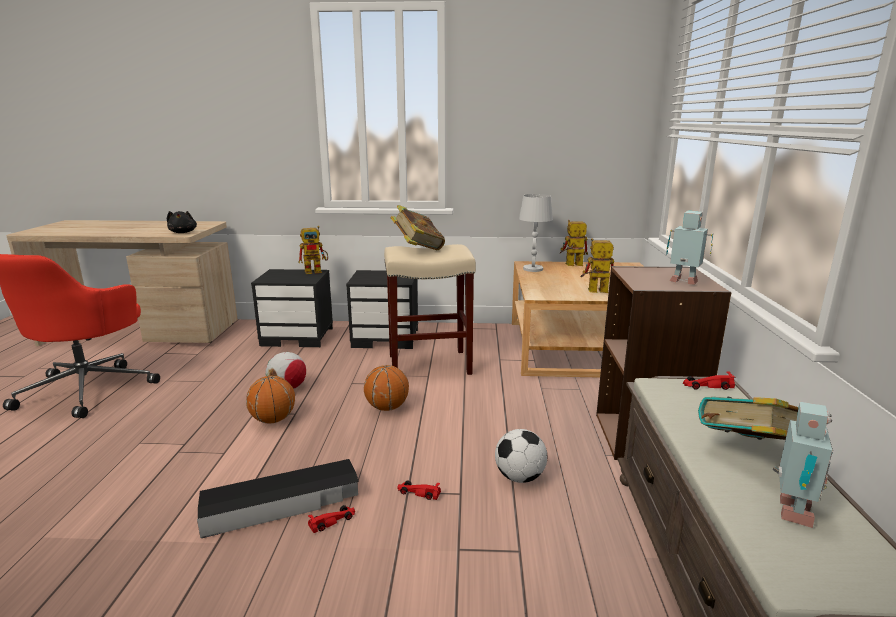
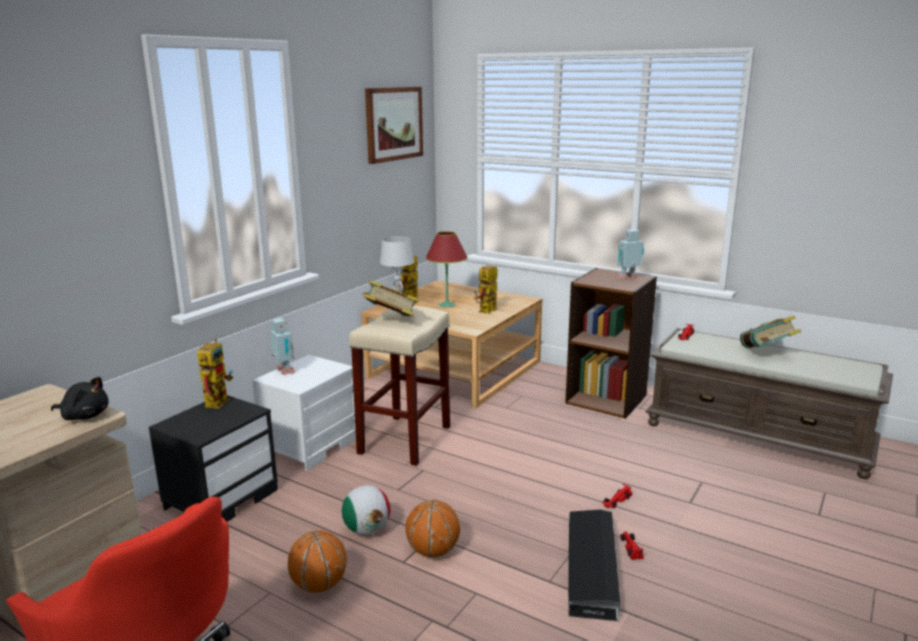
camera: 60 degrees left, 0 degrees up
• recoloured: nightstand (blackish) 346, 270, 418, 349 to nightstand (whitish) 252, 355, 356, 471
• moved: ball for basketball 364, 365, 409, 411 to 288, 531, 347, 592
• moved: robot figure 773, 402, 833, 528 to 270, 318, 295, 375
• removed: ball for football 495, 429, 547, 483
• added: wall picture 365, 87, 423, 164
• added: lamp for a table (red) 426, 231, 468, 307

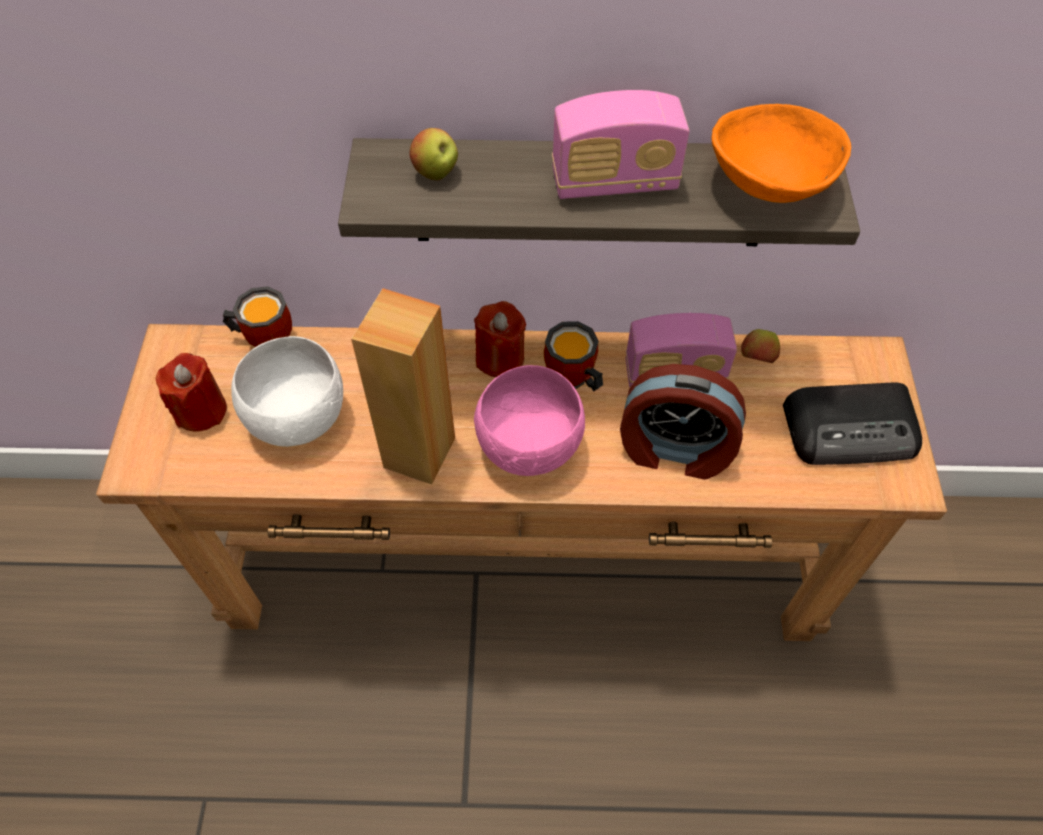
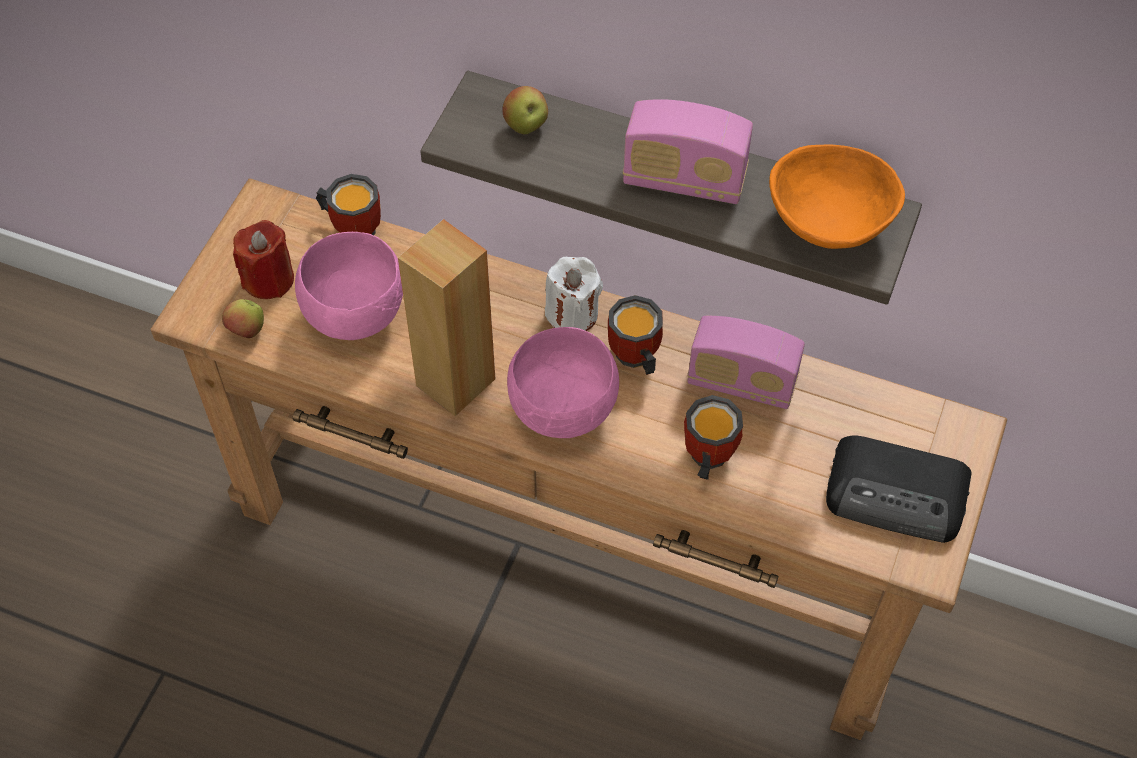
camera: 20 degrees right, 0 degrees up
• recoloured: candle (red) 474, 301, 526, 377 to candle (whitish) 545, 257, 603, 331
• moved: apple 741, 329, 780, 363 to 222, 299, 264, 338
• recoloured: serving bowl (whitish) 231, 336, 343, 447 to serving bowl (pink-coloured) 295, 232, 403, 340
• replaced: alarm clock 620, 364, 746, 480 to coffee mug 684, 395, 743, 480

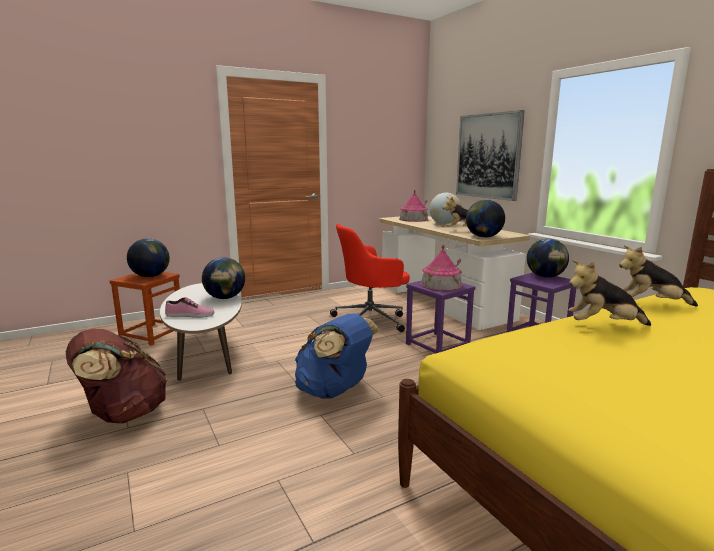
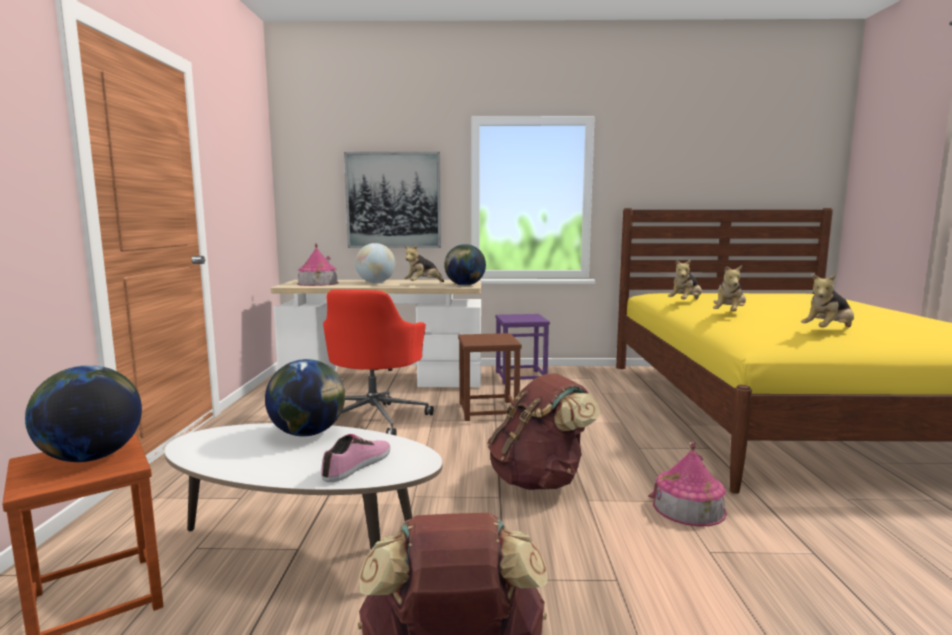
camera: 60 degrees left, 5 degrees down
• removed: world globe 527, 239, 569, 278
• moved: miniature house 420, 245, 462, 291 to 648, 442, 727, 526
• recoloured: stool (purple-coloured) 406, 280, 475, 353 to stool (brown) 458, 333, 522, 421
• recoloured: backpack (blue-coloured) 295, 314, 380, 398 to backpack (brown) 487, 373, 600, 490
• added: cuddly toy 801, 274, 854, 328

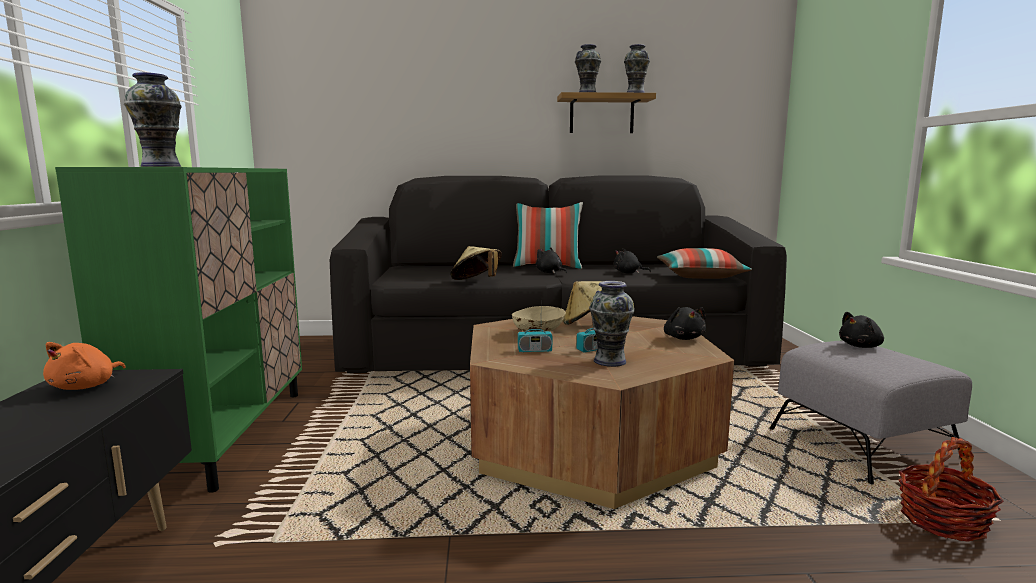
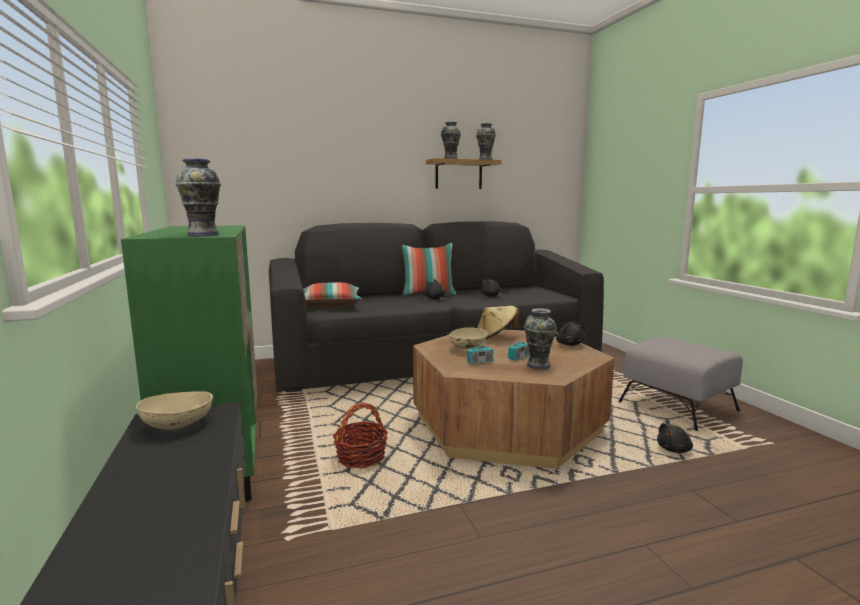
camera: 15 degrees left, 0 degrees up
• removed: wearable hat (beige-coloured) 450, 246, 502, 280
• moved: pillow 657, 248, 752, 279 to 303, 282, 362, 307
• moved: cuddly toy (blackish) 839, 312, 884, 348 to 657, 423, 693, 453
• replaced: cuddly toy (orangey) 43, 342, 125, 390 to serving bowl (beige-coloured) 136, 391, 214, 429
• moved: storage basket 898, 437, 1004, 542 to 332, 403, 388, 468

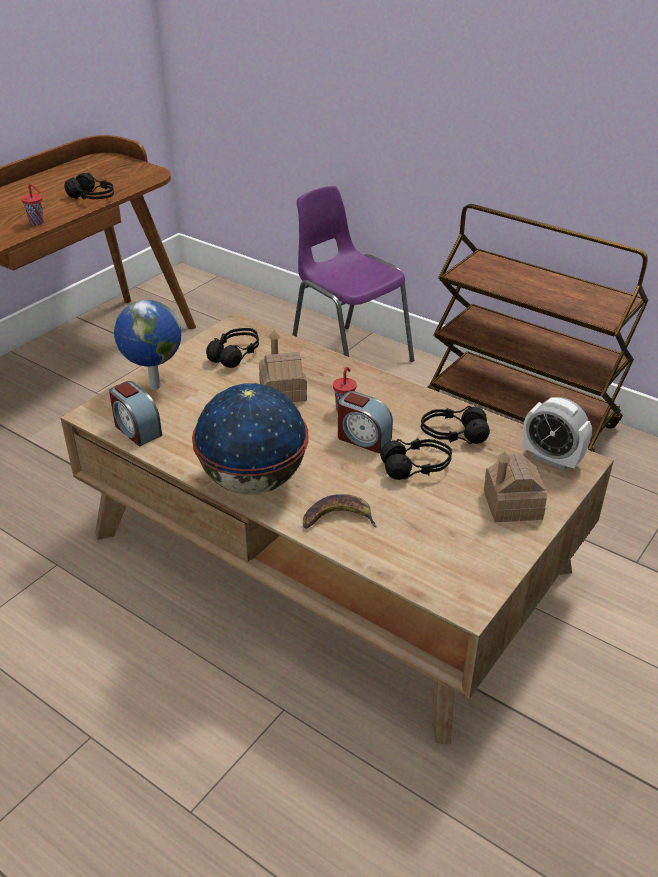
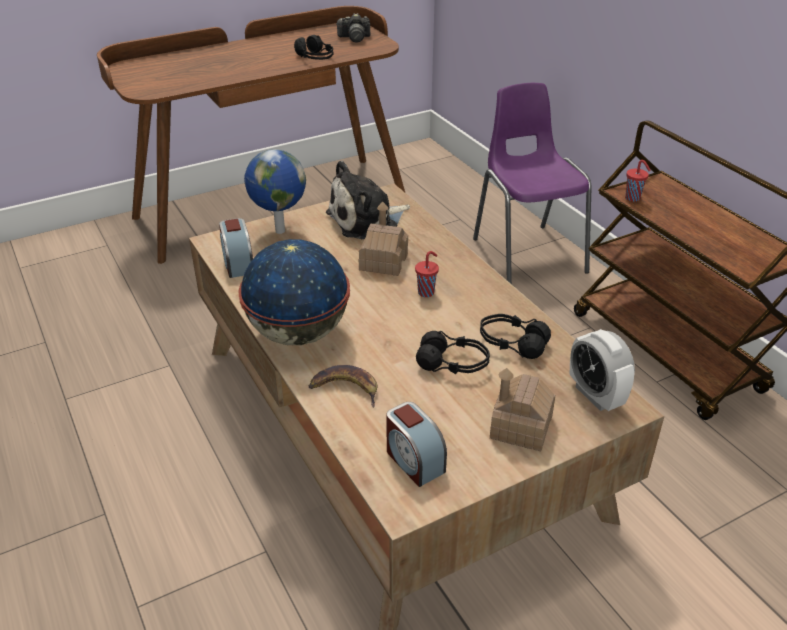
camera: 25 degrees right, 0 degrees up
• moved: cup (red) 21, 184, 44, 226 to 625, 160, 651, 202
• replaced: headset (blackish) 206, 328, 259, 368 to cuddly toy 326, 160, 410, 239
• moved: alarm clock 338, 391, 393, 454 to 386, 402, 447, 487
• added: photo camera 336, 13, 370, 43

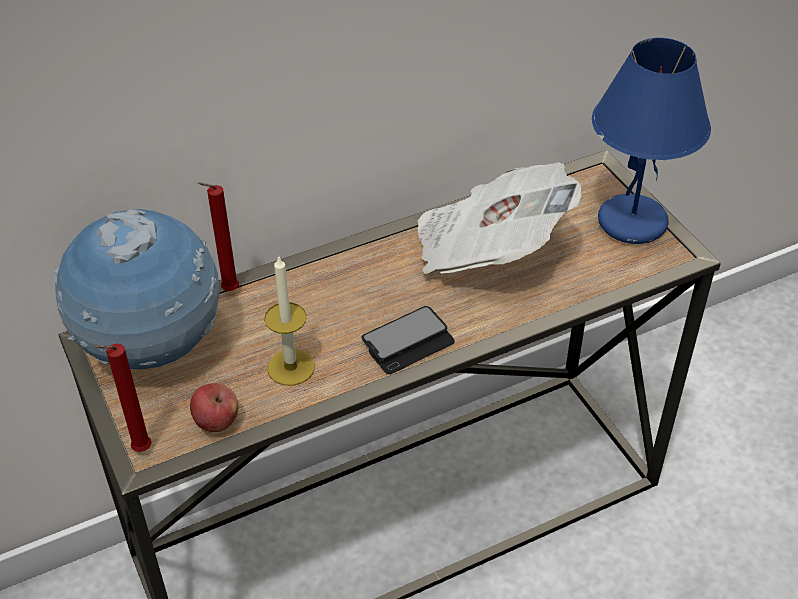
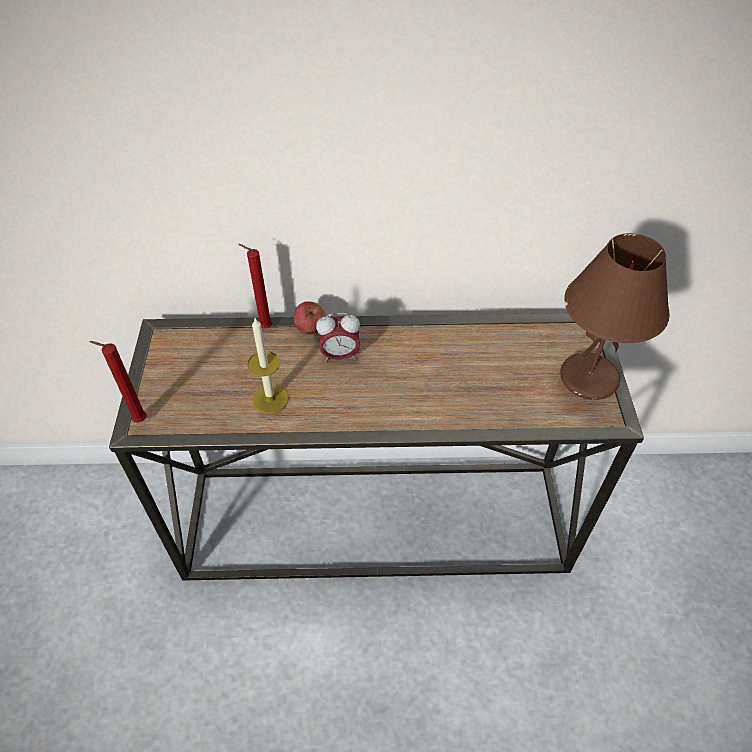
camera: 25 degrees right, 5 degrees up
• recoloured: lamp for a table (blue-coloured) 592, 37, 711, 244 to lamp for a table (brown) 560, 233, 670, 400
• removed: daily paper 418, 162, 581, 274
• removed: world globe 54, 209, 220, 370
• removed: handset 362, 306, 455, 374
• moved: apple 190, 383, 238, 432 to 294, 301, 326, 334
• added: alarm clock 316, 313, 360, 362

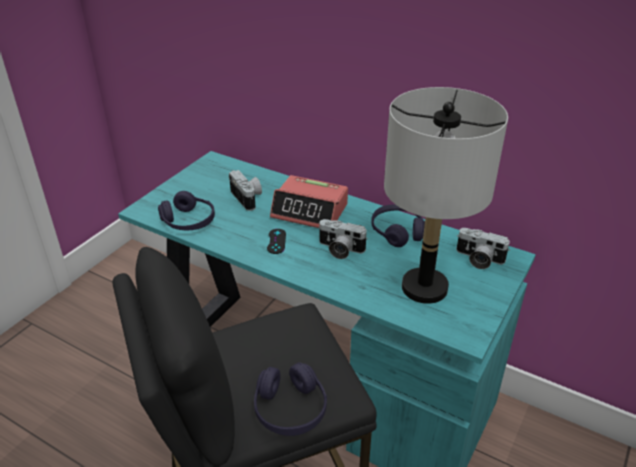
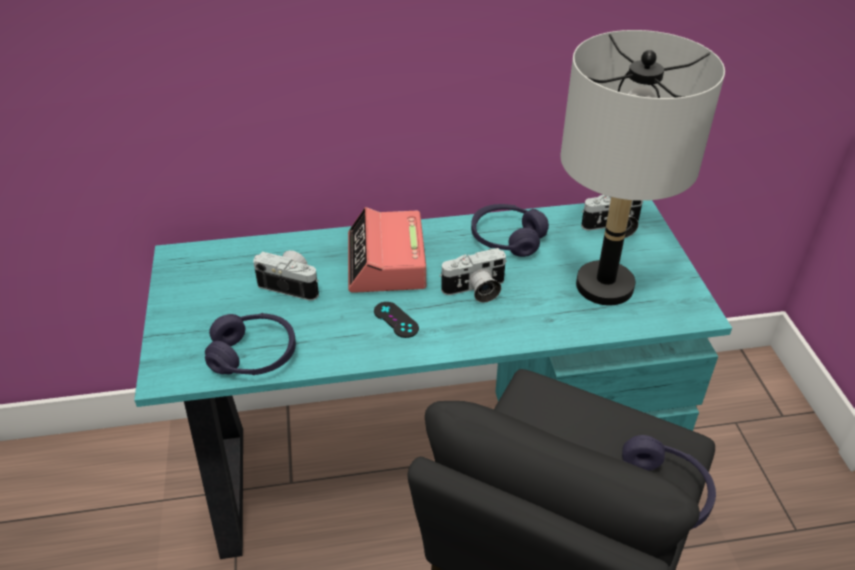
camera: 40 degrees left, 5 degrees up
• turned: alarm clock 270, 175, 348, 228 = 348, 207, 426, 293 105 degrees clockwise

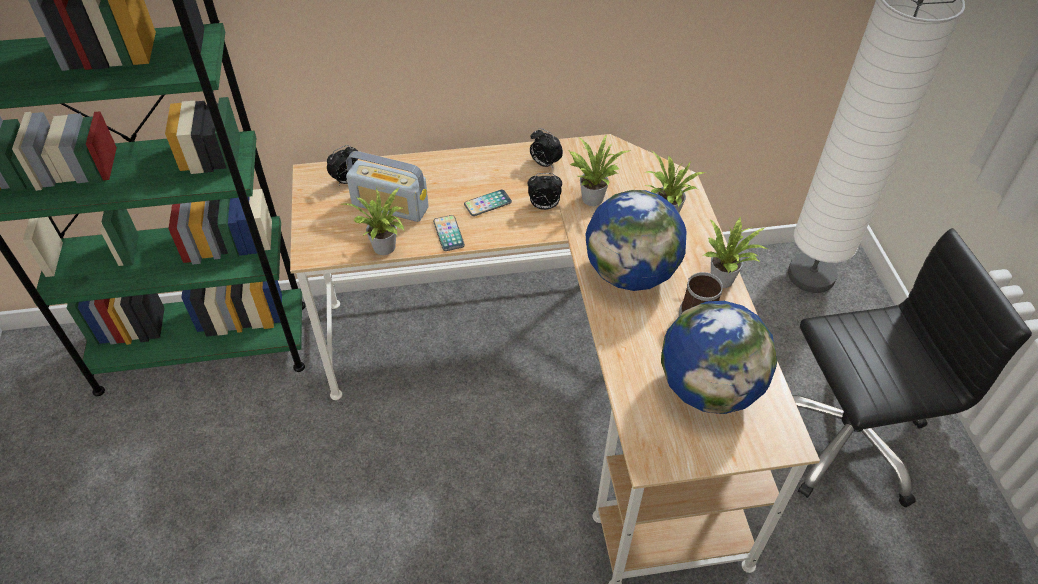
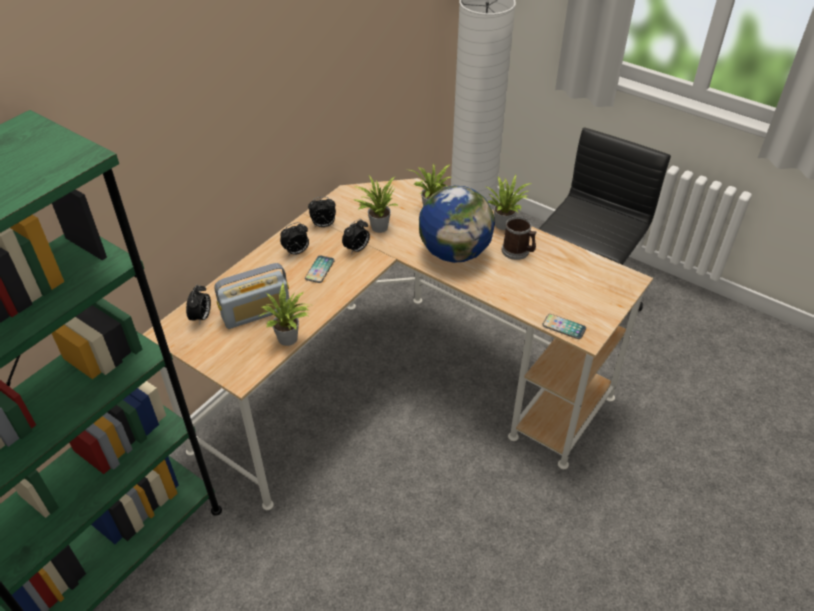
camera: 45 degrees left, 5 degrees down
• moved: handset 433, 215, 465, 251 to 542, 314, 586, 339
• removed: world globe 661, 301, 777, 414
• added: alarm clock 280, 222, 309, 255

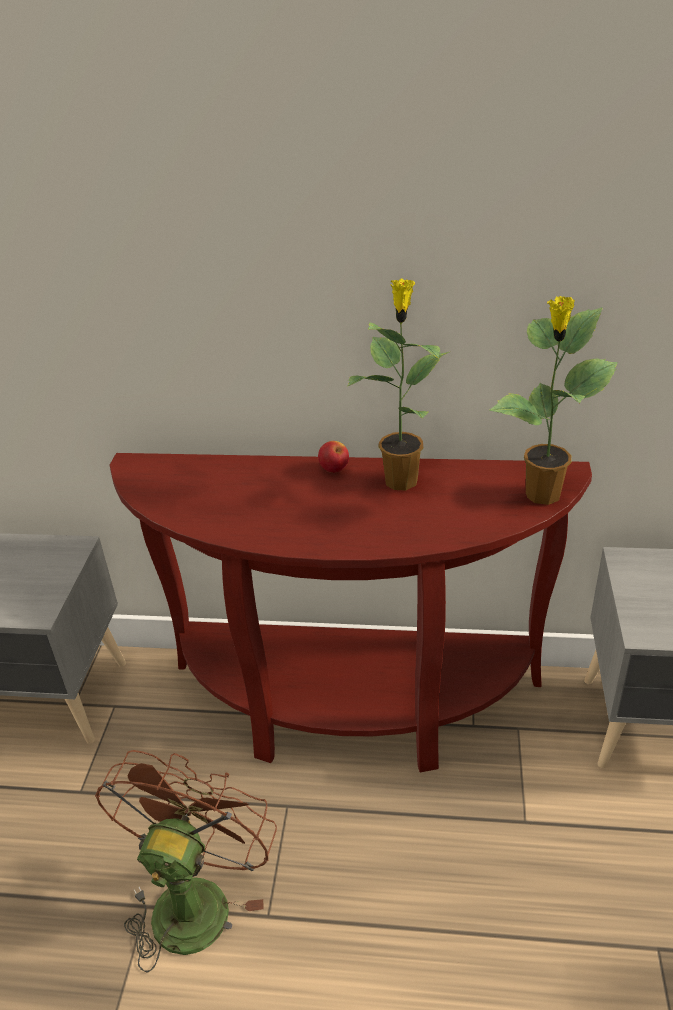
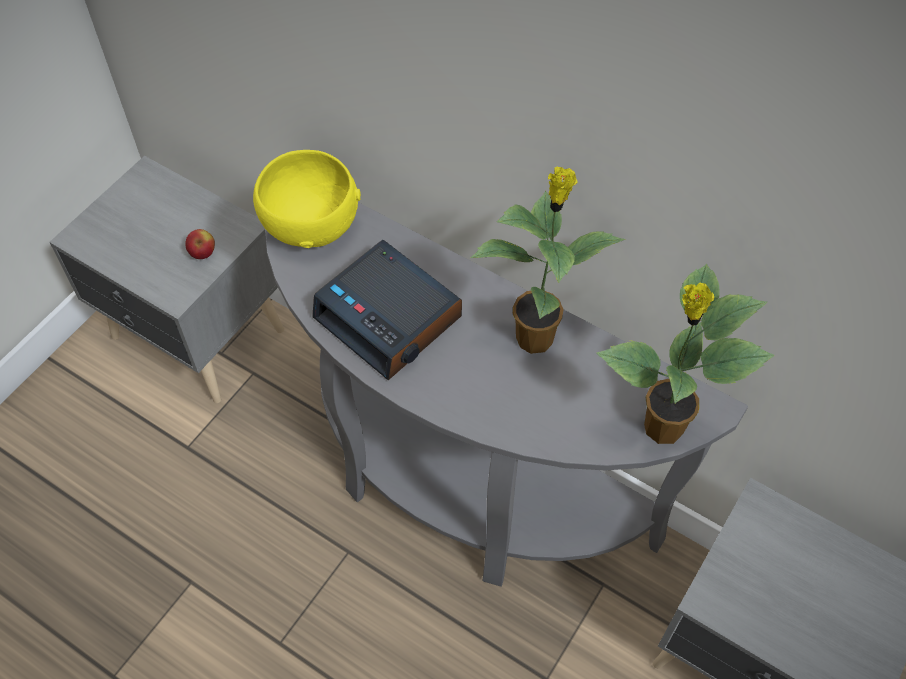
camera: 25 degrees right, 20 degrees up
• moved: apple 318, 441, 349, 473 to 185, 229, 215, 259
• recoloured: hall table (brown) 110, 453, 592, 772 to hall table (greyish) 265, 202, 748, 587
• removed: cooling fan (brown) 95, 750, 277, 973
• added: serving bowl (yellow-coloured) 253, 150, 361, 248
• added: alarm clock 312, 240, 462, 380

